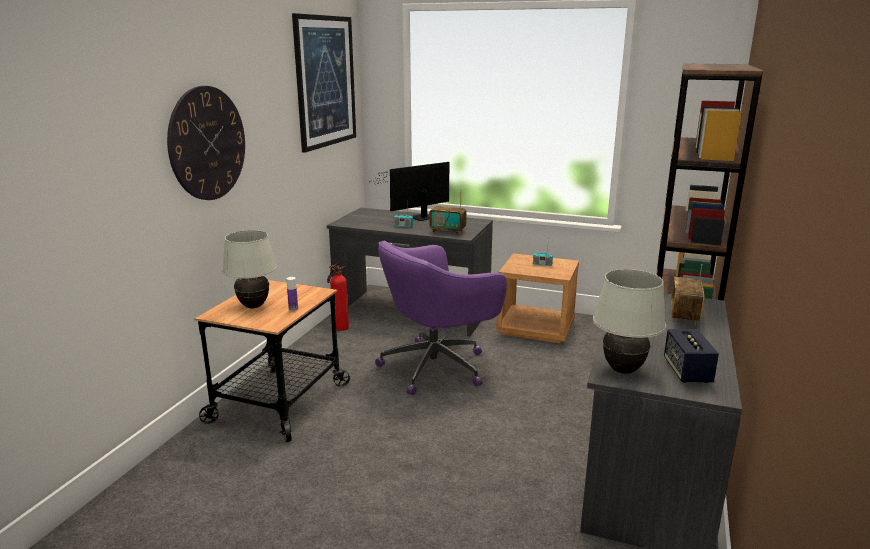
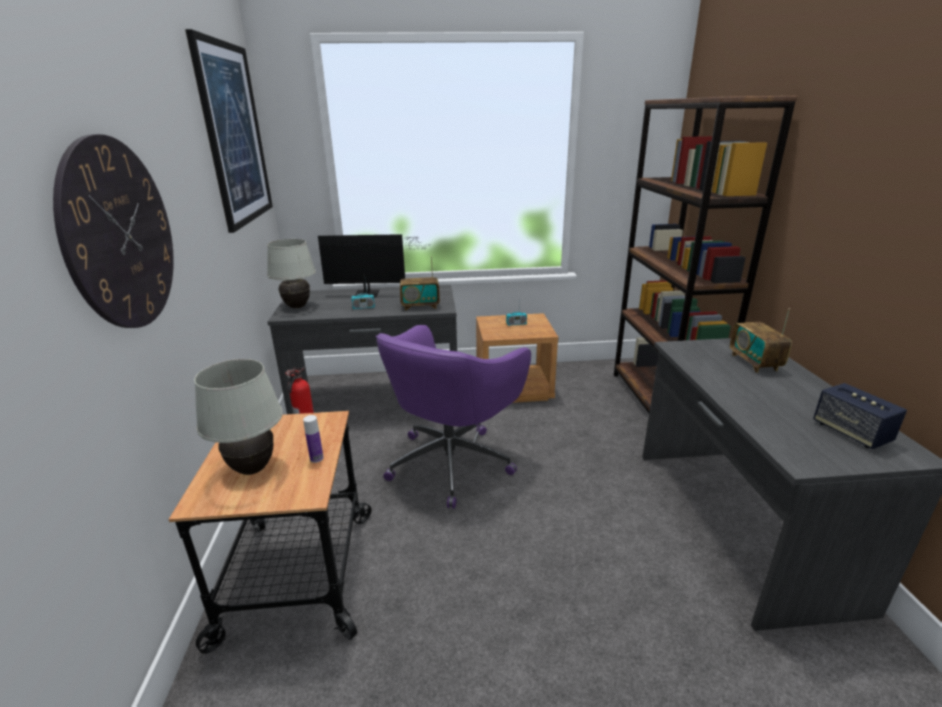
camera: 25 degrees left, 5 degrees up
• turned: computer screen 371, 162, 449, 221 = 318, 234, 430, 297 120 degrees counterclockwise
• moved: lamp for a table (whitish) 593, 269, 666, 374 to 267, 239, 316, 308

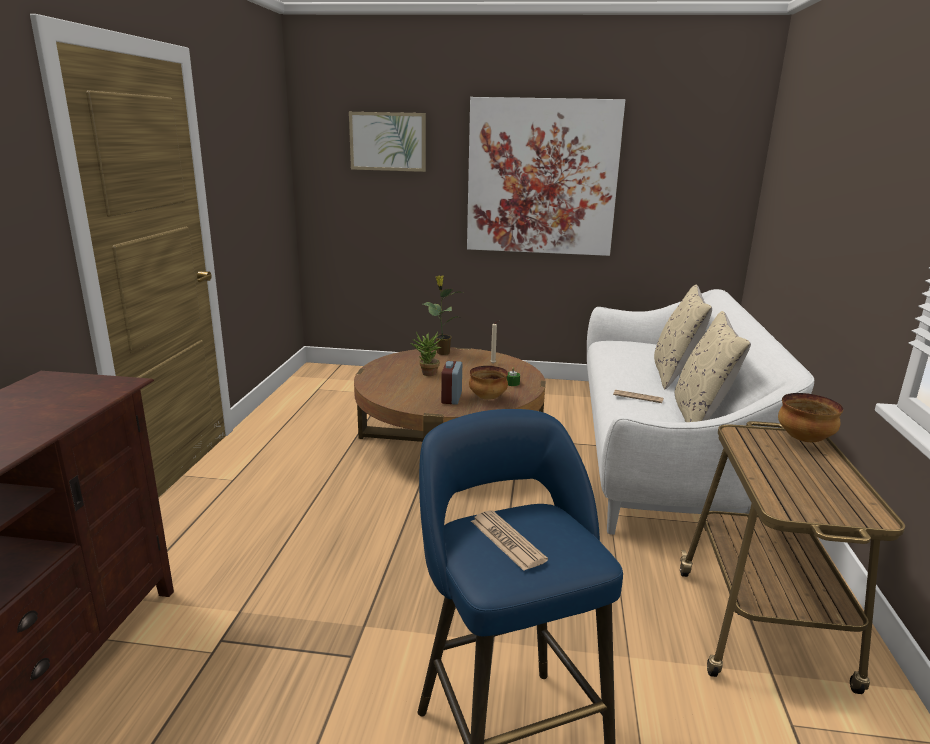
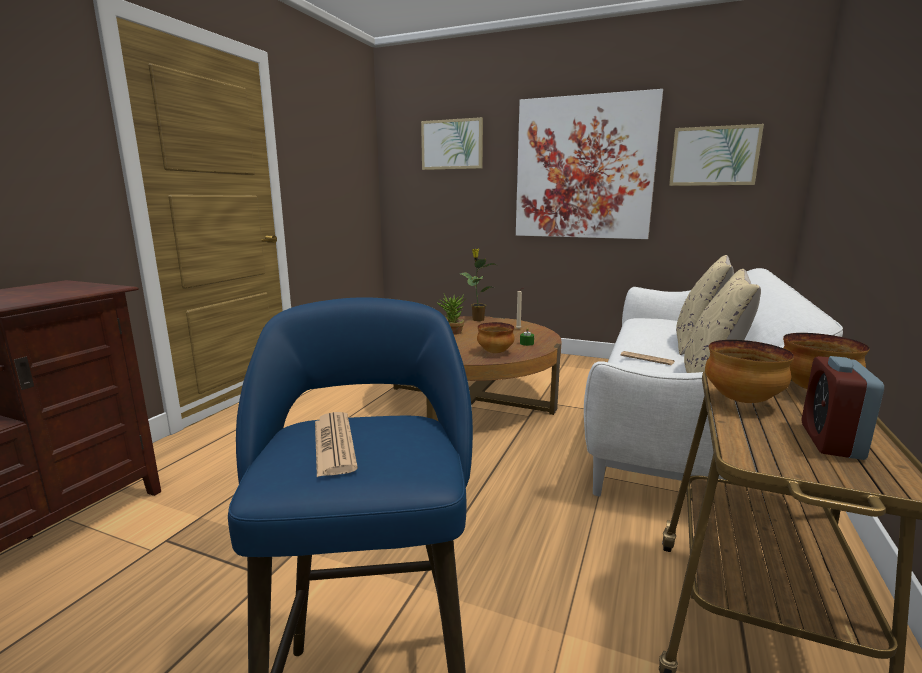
camera: 15 degrees right, 5 degrees down
• moved: alarm clock 441, 361, 462, 405 to 801, 356, 884, 460
• added: wall picture 669, 124, 764, 186
• added: serving bowl 705, 340, 794, 403

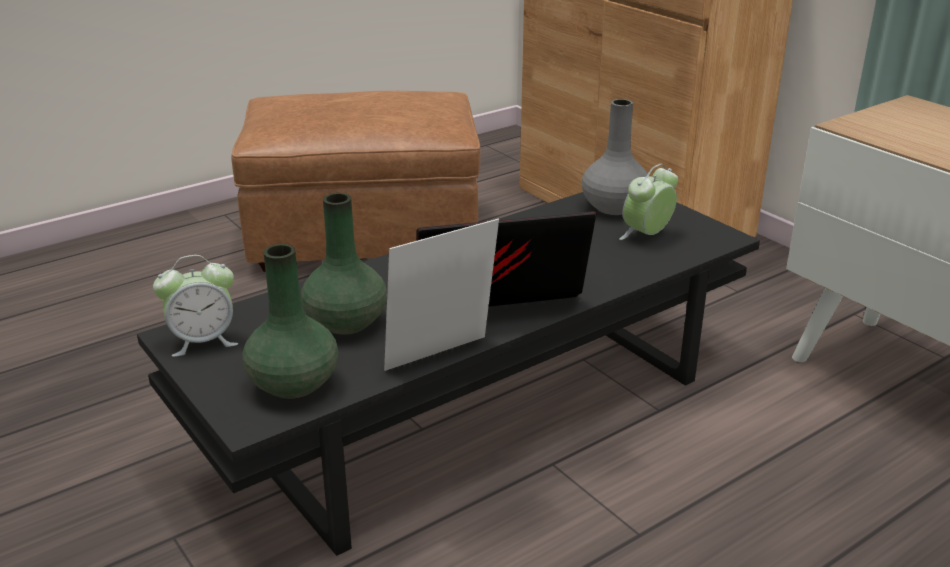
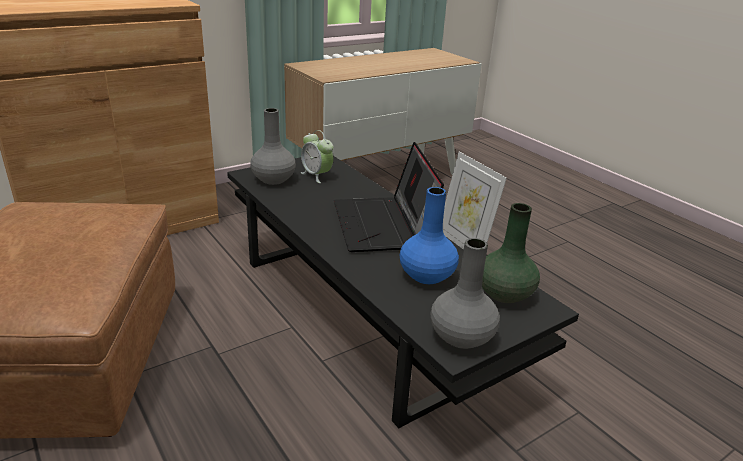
camera: 90 degrees left, 0 degrees up
• recoloured: vase (greenish) 301, 193, 387, 335 to vase (blue-coloured) 399, 187, 459, 284
• replaced: alarm clock 153, 255, 238, 357 to vase (greyish) 430, 238, 500, 349

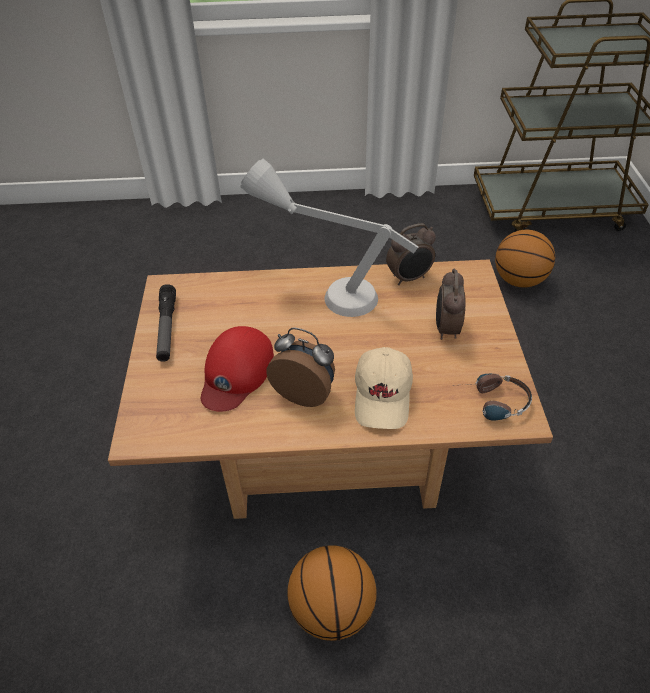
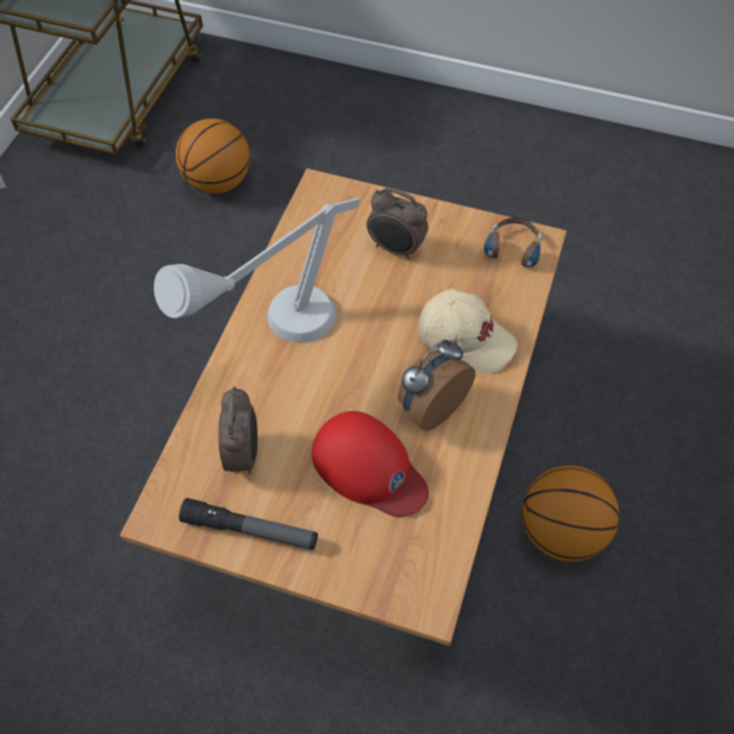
camera: 70 degrees left, 10 degrees up
• moved: alarm clock 386, 223, 436, 285 to 218, 386, 258, 474

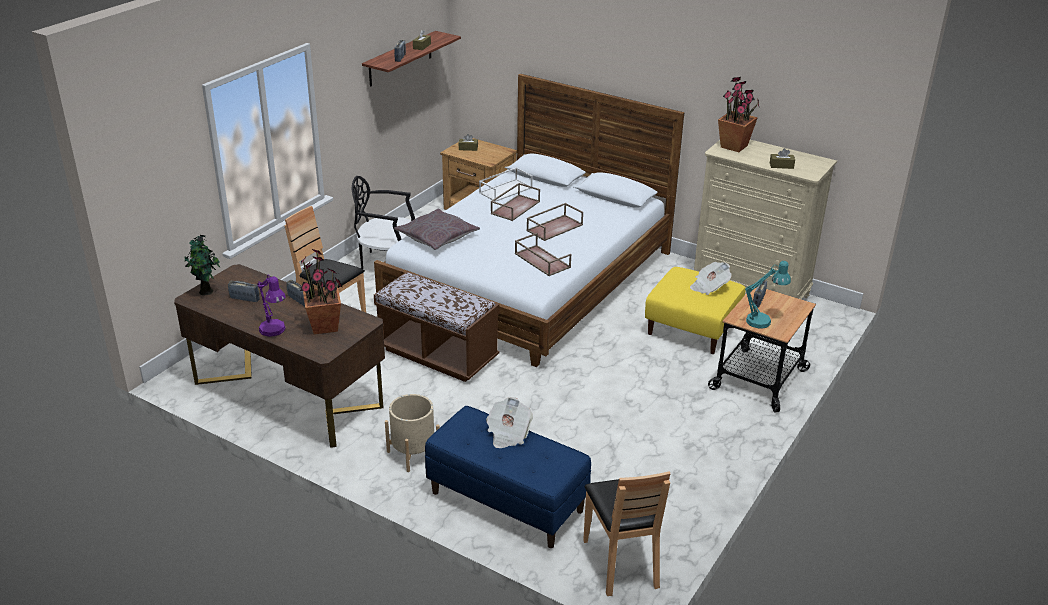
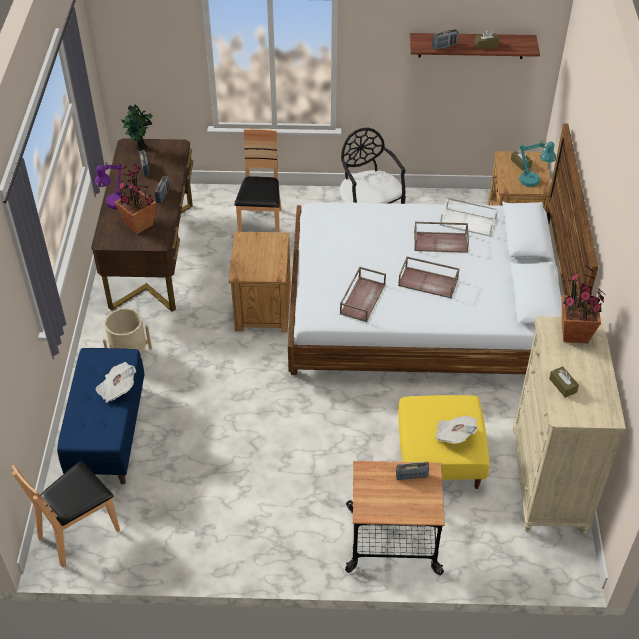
camera: 60 degrees right, 15 degrees up
• removed: pillow (greyish) 394, 208, 480, 250
• moved: lamp for a table (turquoise) 745, 261, 791, 329 to 519, 140, 556, 187
• replaced: indoor bench (brown) 374, 272, 499, 382 to nightstand (brown) 229, 232, 291, 332

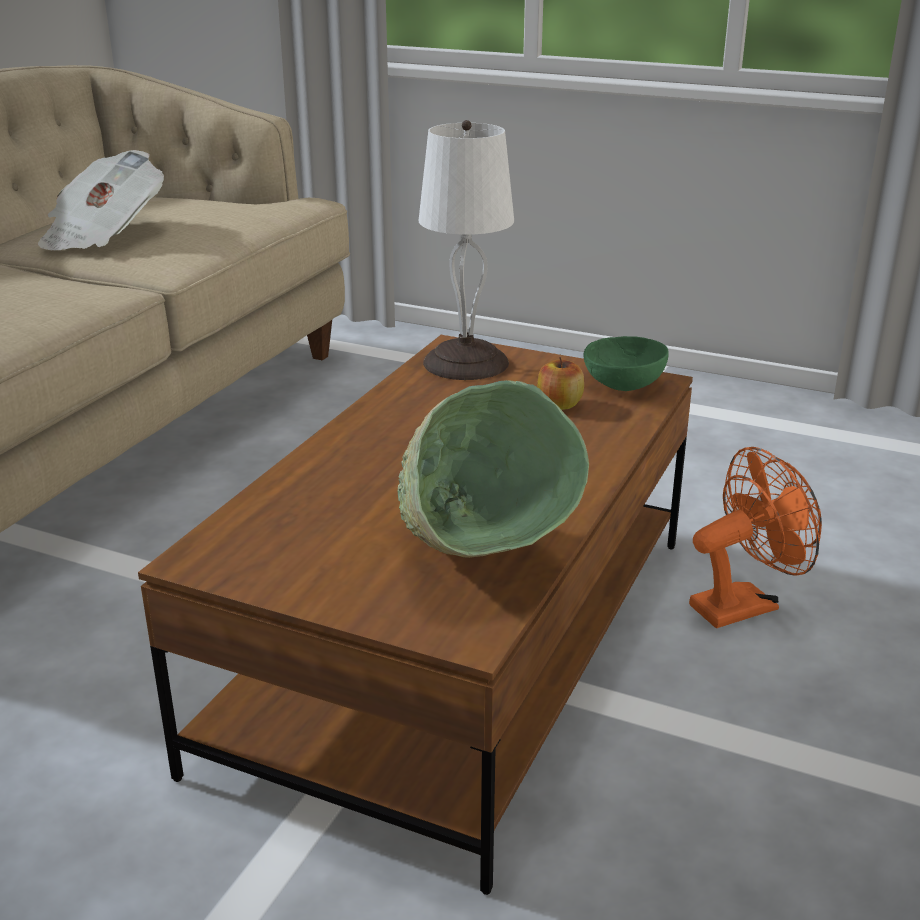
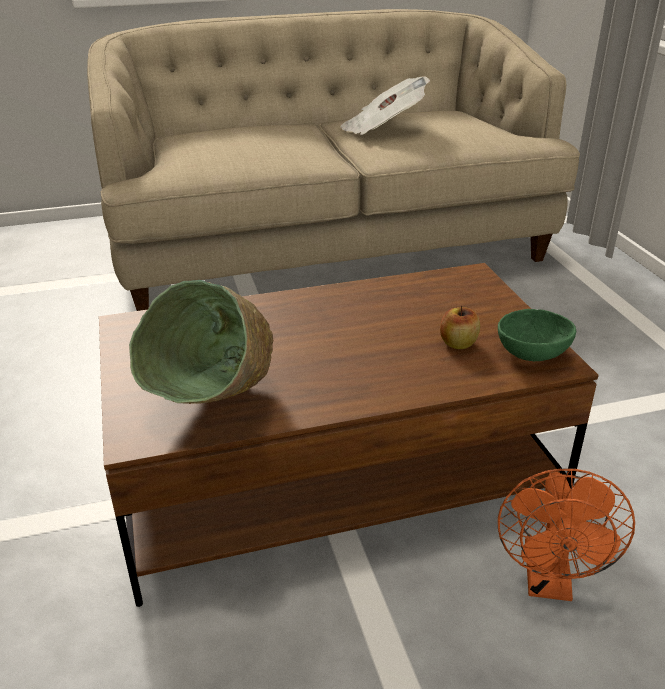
camera: 50 degrees right, 5 degrees up
• removed: lamp for a table (whitish) 419, 120, 514, 380
• turned: cooling fan (orangey) 689, 447, 822, 628 = 498, 468, 635, 601 75 degrees clockwise

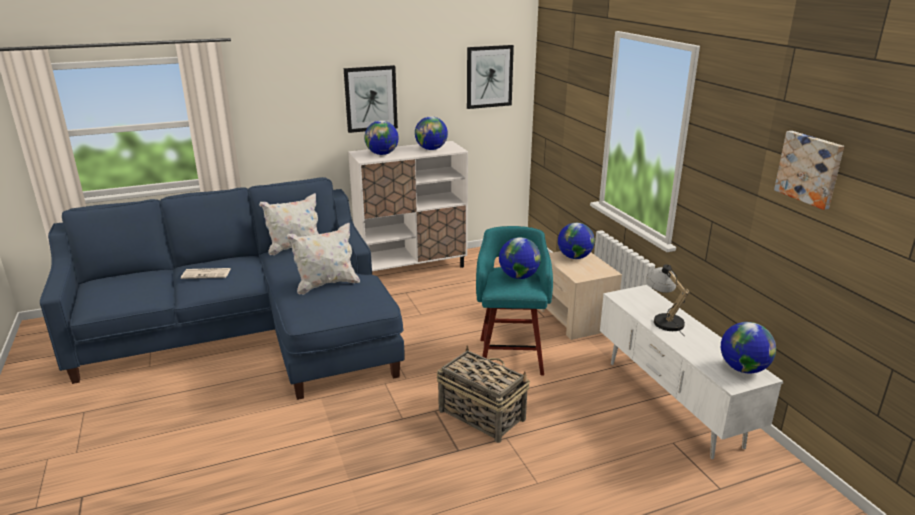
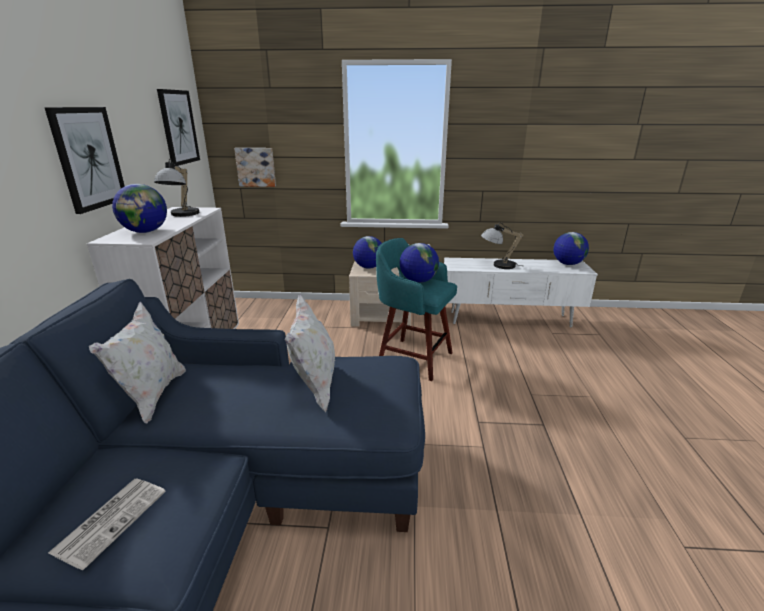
camera: 65 degrees left, 0 degrees up
• replaced: world globe 415, 116, 448, 150 to lamp for a table 154, 159, 199, 217
• moved: wall picture 774, 131, 844, 210 to 234, 148, 276, 187
• removed: storage basket 437, 345, 530, 443

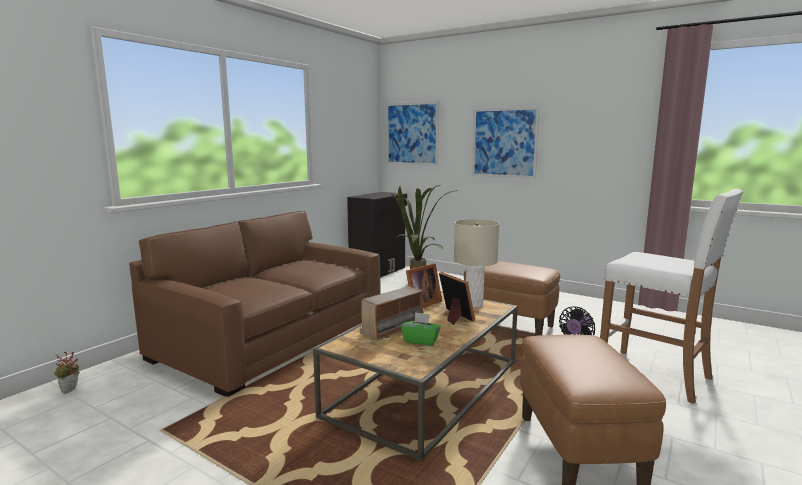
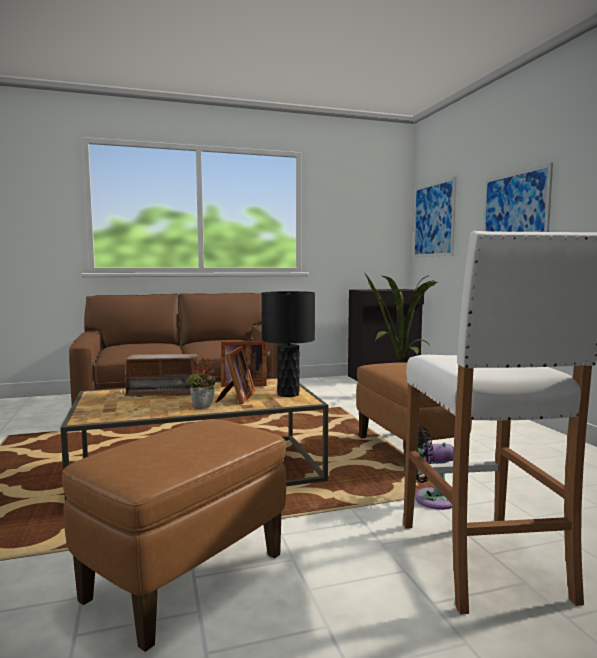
camera: 40 degrees right, 5 degrees down
• recoloured: lamp for a table (beige-coloured) 454, 219, 500, 307 to lamp for a table (blackish) 261, 291, 315, 397
• removed: tissue holder (greenish) 401, 312, 441, 346
• moved: houseplant 54, 351, 80, 394 to 187, 358, 216, 409

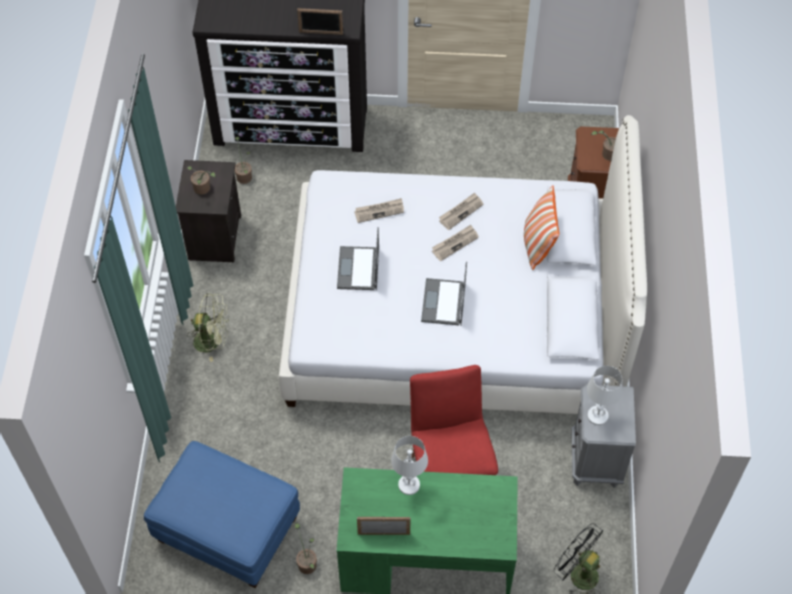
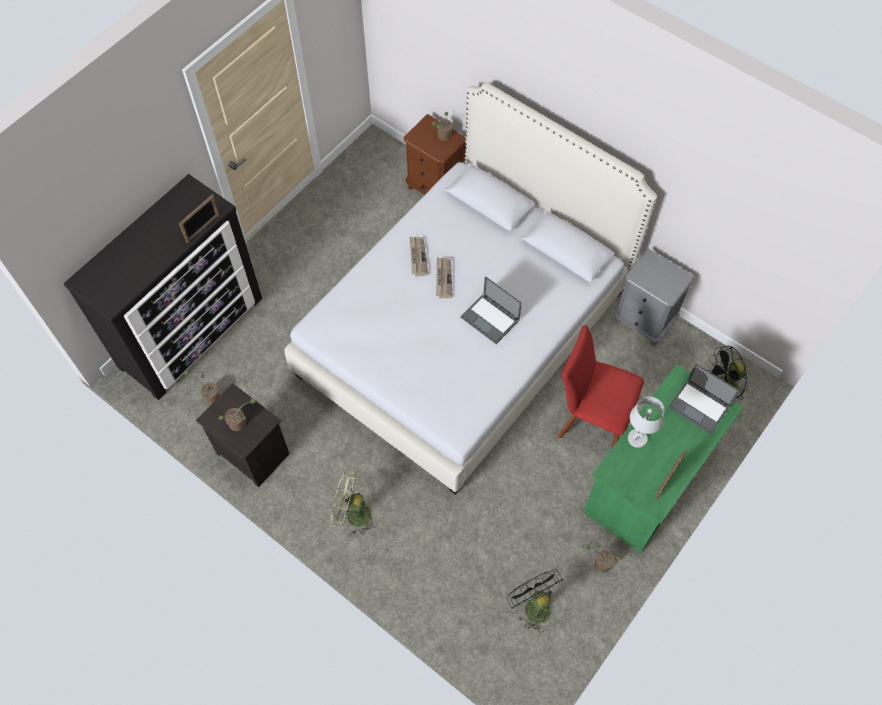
camera: 55 degrees left, 5 degrees up
• removed: pillow 524, 185, 559, 270
• removed: daily paper 354, 198, 404, 223
• moved: notebook computer 337, 227, 379, 290 to 668, 364, 740, 434
• turned: cooling fan (greenish) 187, 293, 229, 362 = 331, 471, 377, 535 120 degrees counterclockwise
• removed: lamp for a table (whitish) 587, 366, 623, 425
• replaced: ottoman (blue-coloured) 144, 441, 300, 588 to cooling fan (blackish) 507, 569, 563, 633

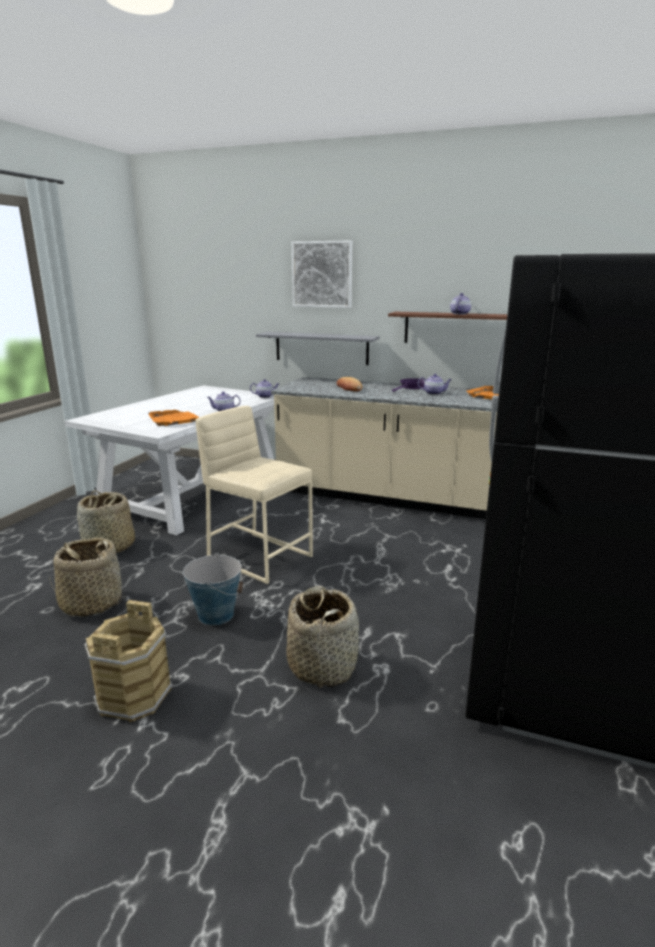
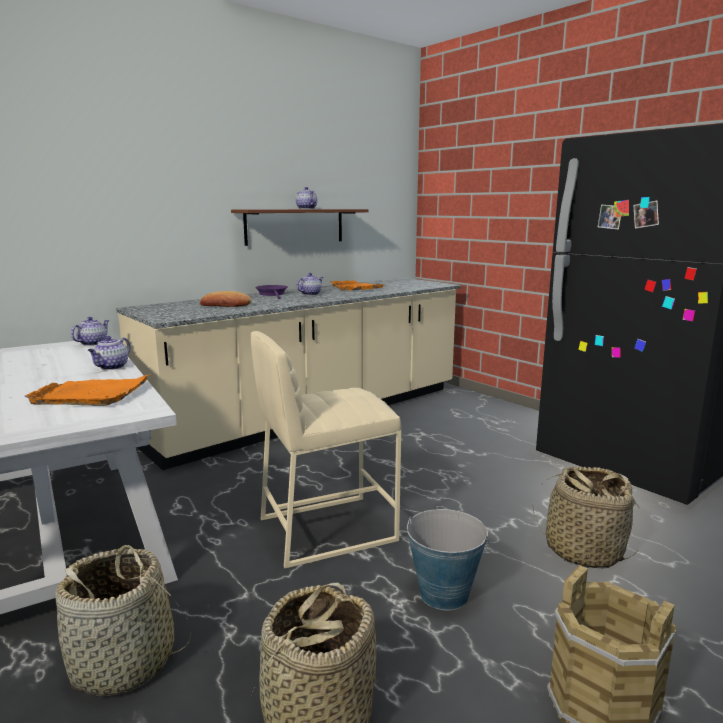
camera: 60 degrees left, 5 degrees down
• removed: wall picture 291, 240, 352, 308
• removed: shelf (greyish) 256, 332, 380, 365

